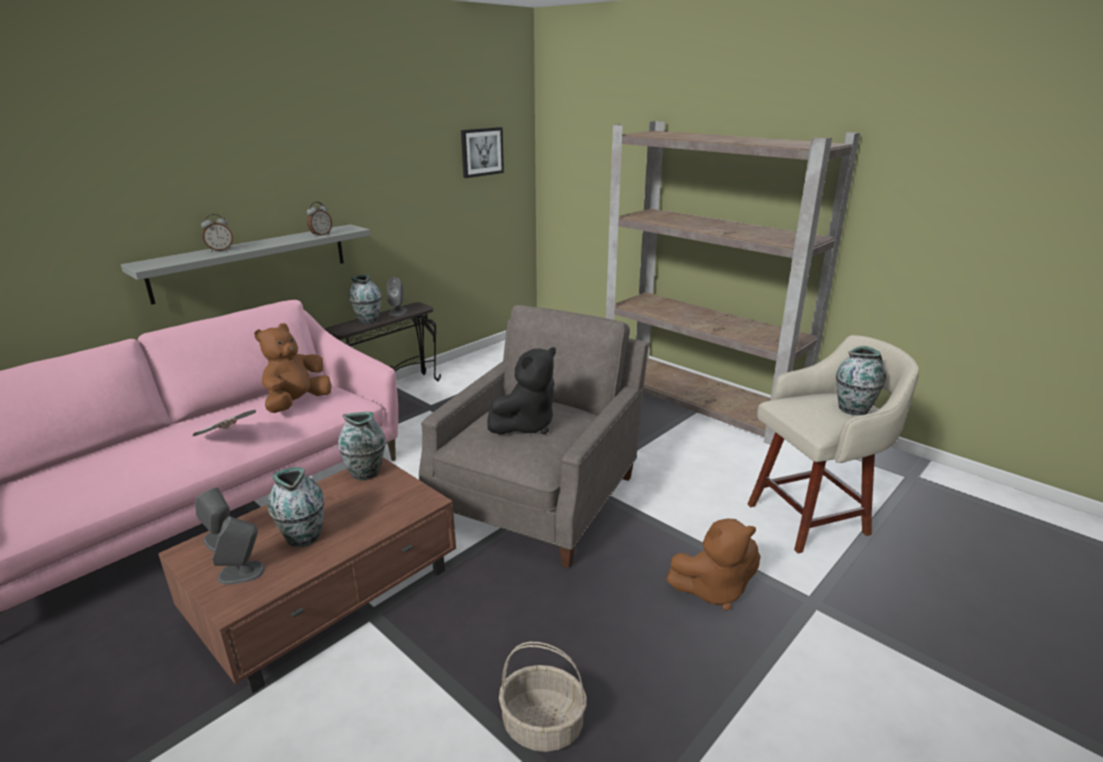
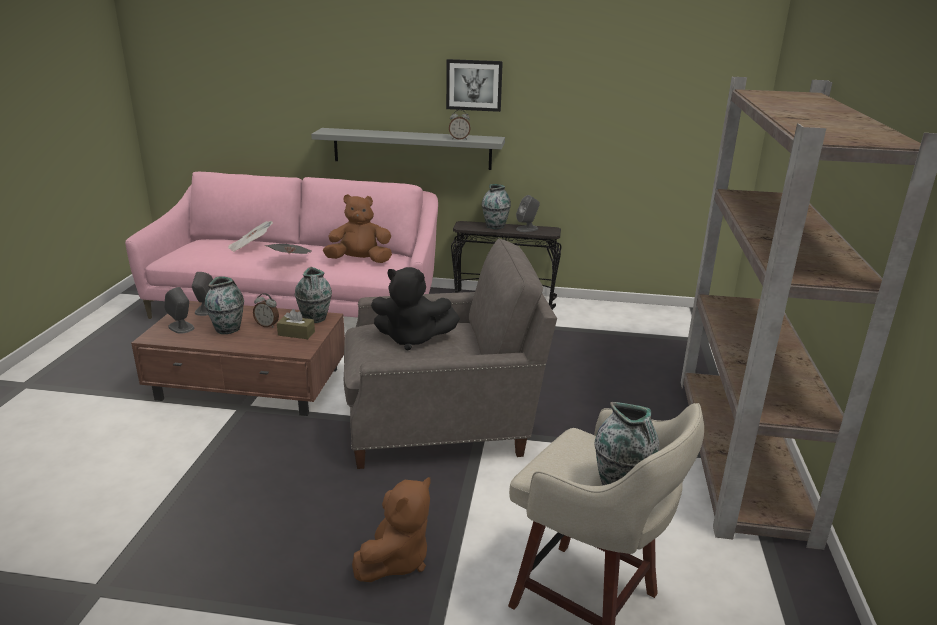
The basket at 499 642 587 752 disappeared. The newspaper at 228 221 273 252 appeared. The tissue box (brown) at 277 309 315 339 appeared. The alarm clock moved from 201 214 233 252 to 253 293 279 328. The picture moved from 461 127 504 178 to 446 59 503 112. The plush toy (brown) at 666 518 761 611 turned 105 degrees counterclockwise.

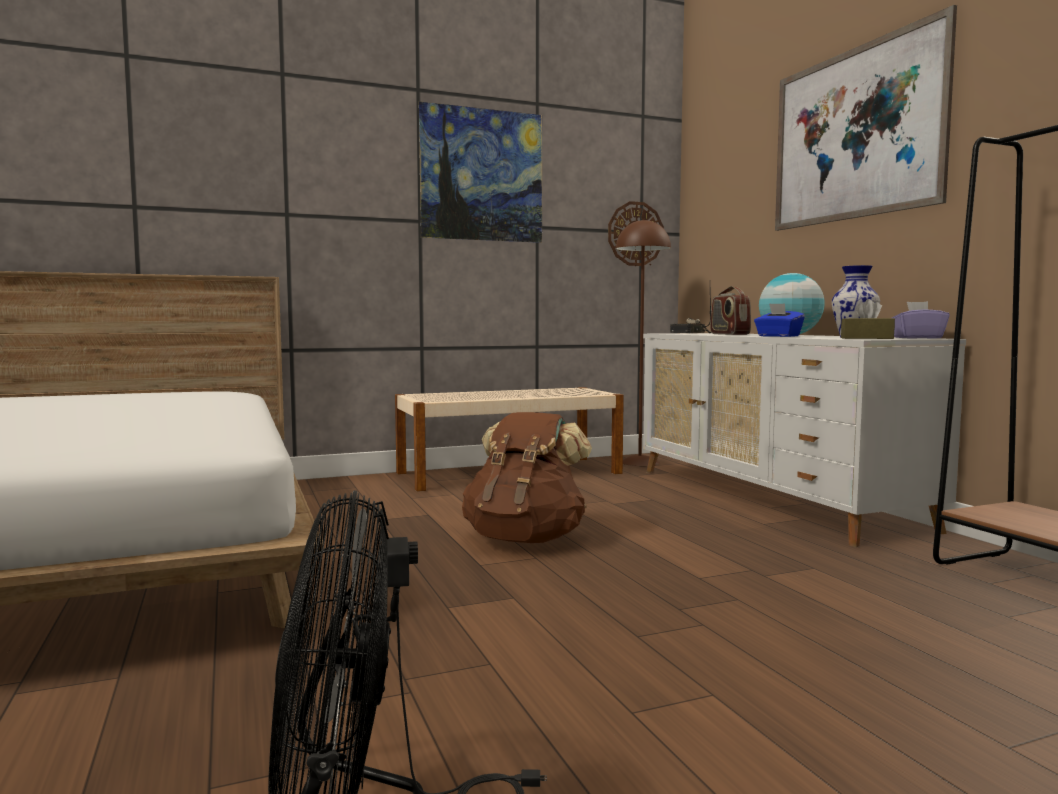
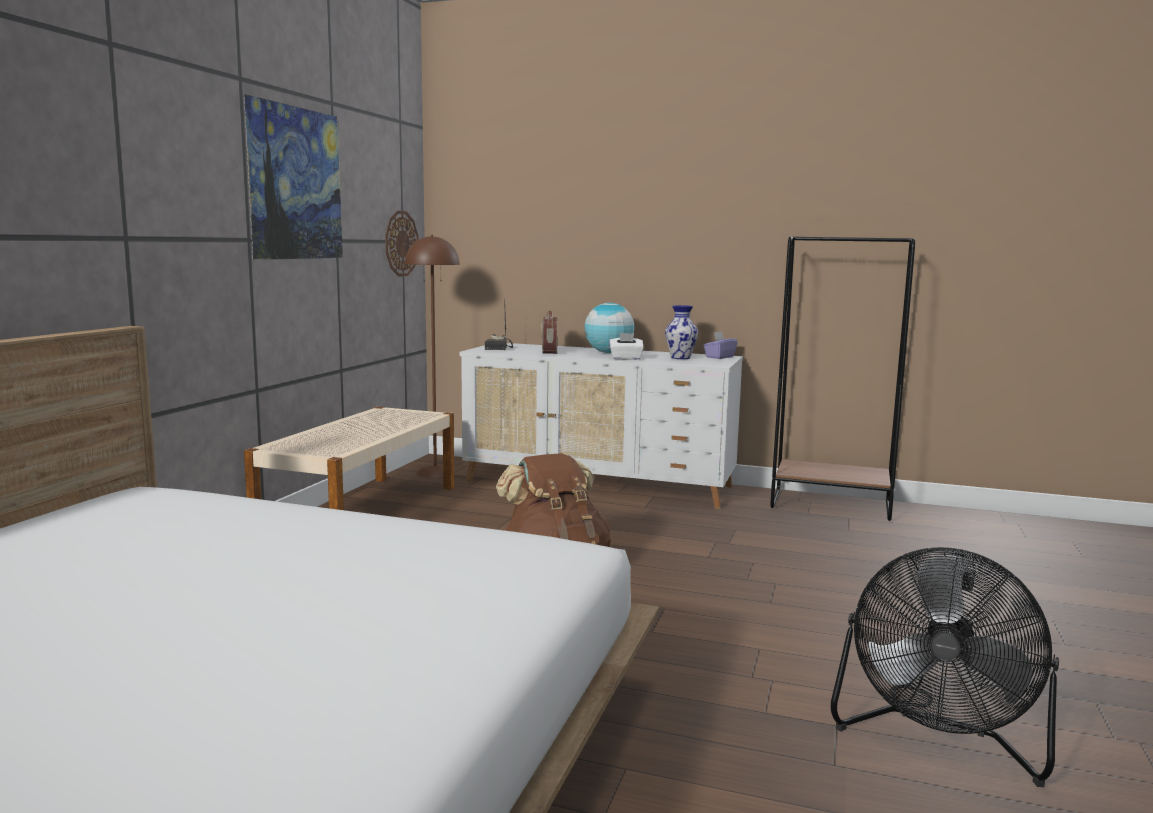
The picture at 775 5 957 231 disappeared. The tissue box (brown) at 841 299 895 339 disappeared. The tissue box (blue) at 754 303 805 337 became the tissue box (white) at 609 333 644 360. The radio at 710 286 751 335 turned 60 degrees clockwise.

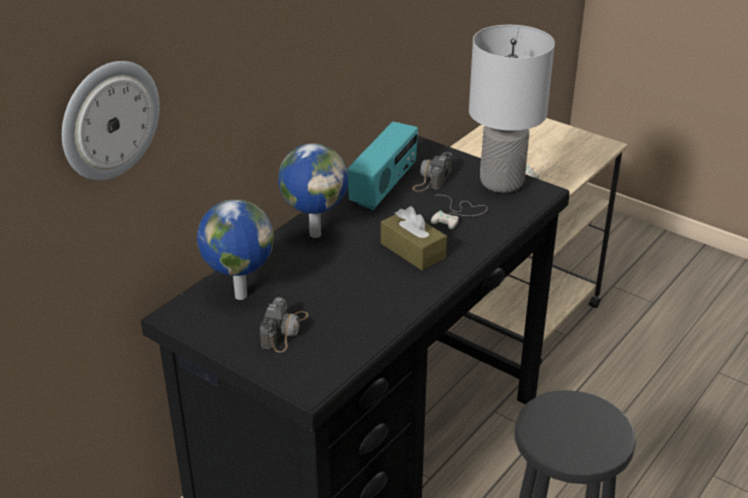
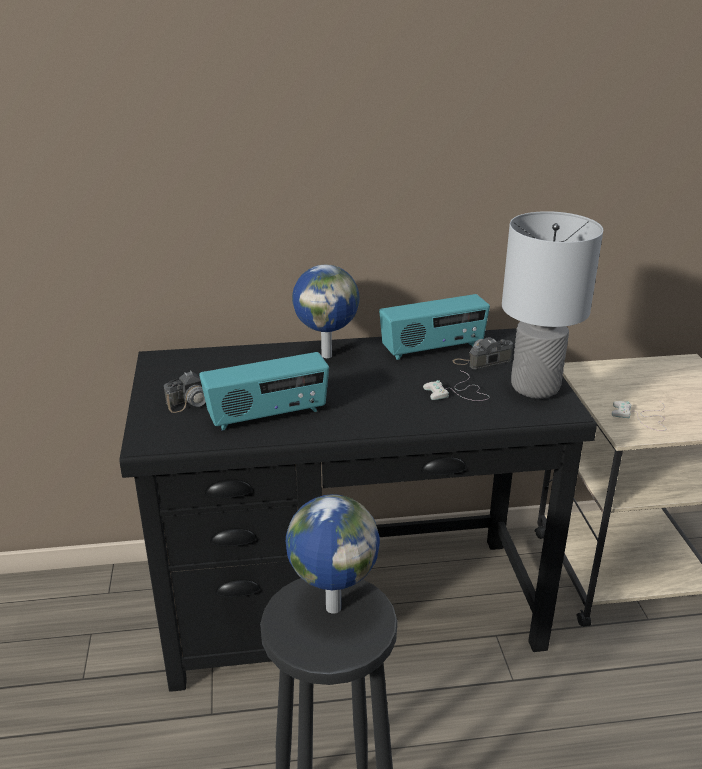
The wall clock at 62 61 160 180 disappeared. The tissue box (brown) at 381 206 447 270 disappeared. The radio at 199 352 329 431 appeared. The globe moved from 197 199 274 300 to 286 494 380 614.

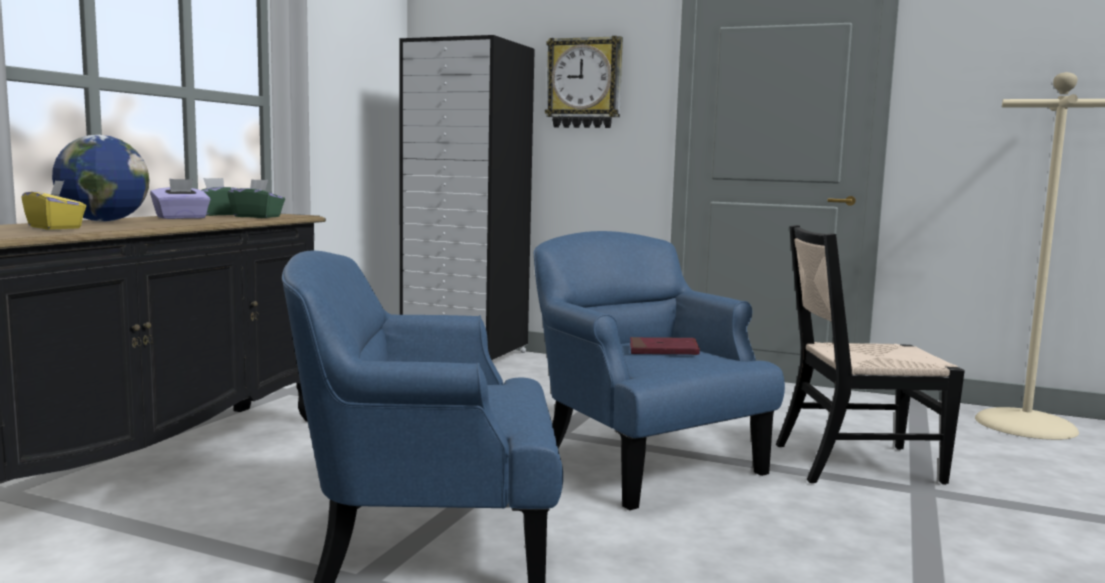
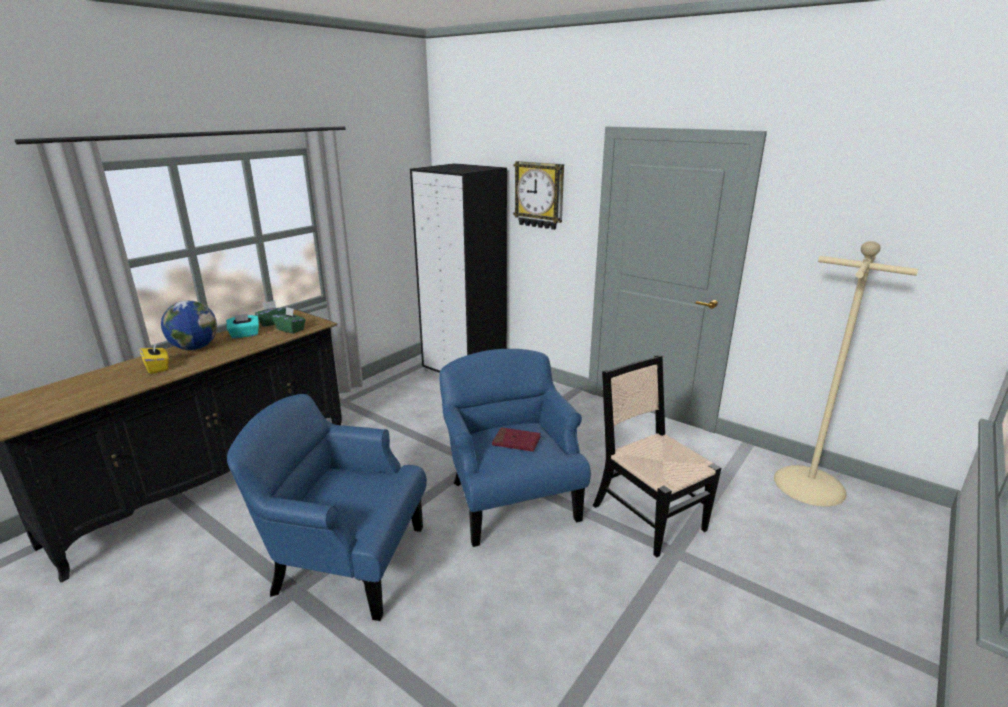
The tissue box (purple) at 150 179 211 219 became the tissue box (turquoise) at 226 314 259 339. The chair at 776 225 965 485 turned 45 degrees clockwise.

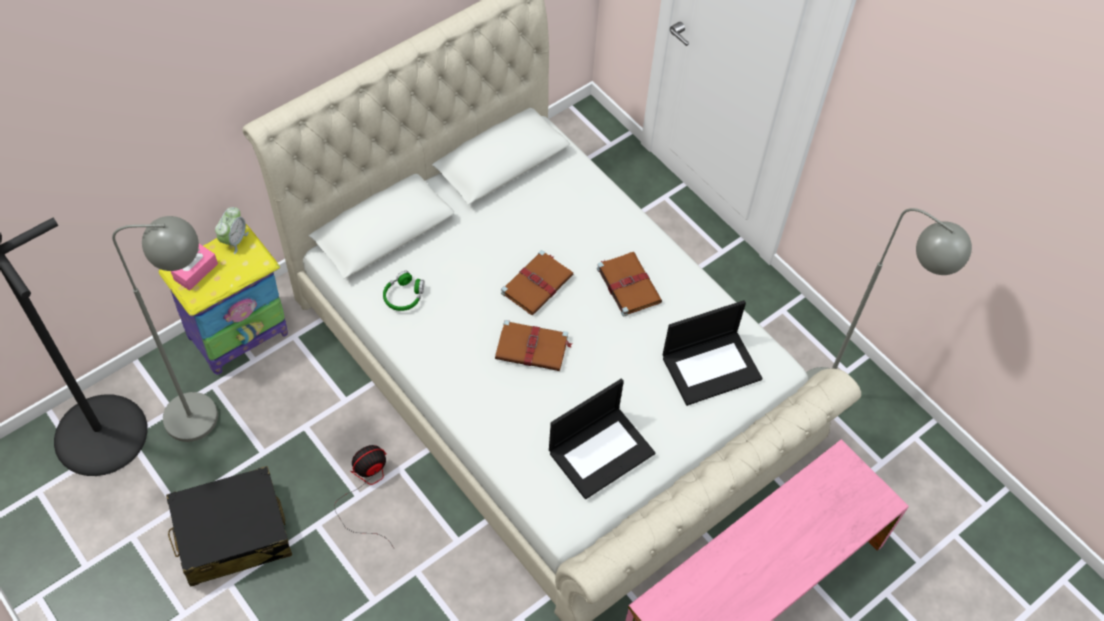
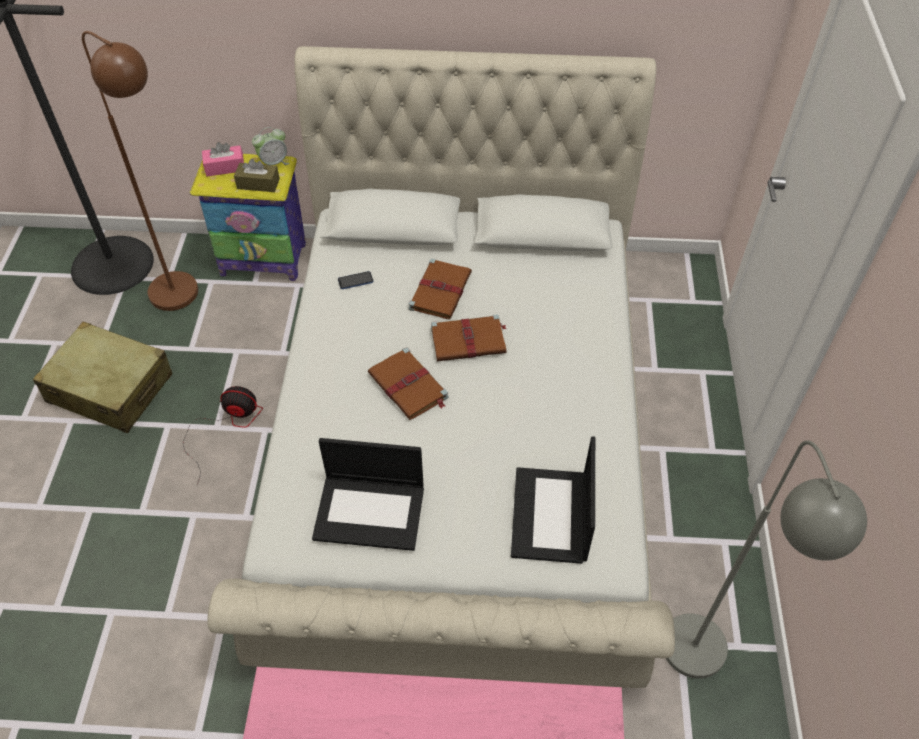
The tissue box (brown) at 234 159 280 192 appeared. The book (brown) moved from 597 252 662 317 to 409 259 472 319. The headphones (green) at 383 271 424 311 was replaced by the phone at 338 271 373 289. The floor lamp (grey) at 112 216 218 442 became the floor lamp (brown) at 82 31 198 311. The suitcase (black) at 166 466 292 587 became the suitcase (beige) at 33 321 172 433. The laptop at 663 300 763 406 turned 75 degrees clockwise.

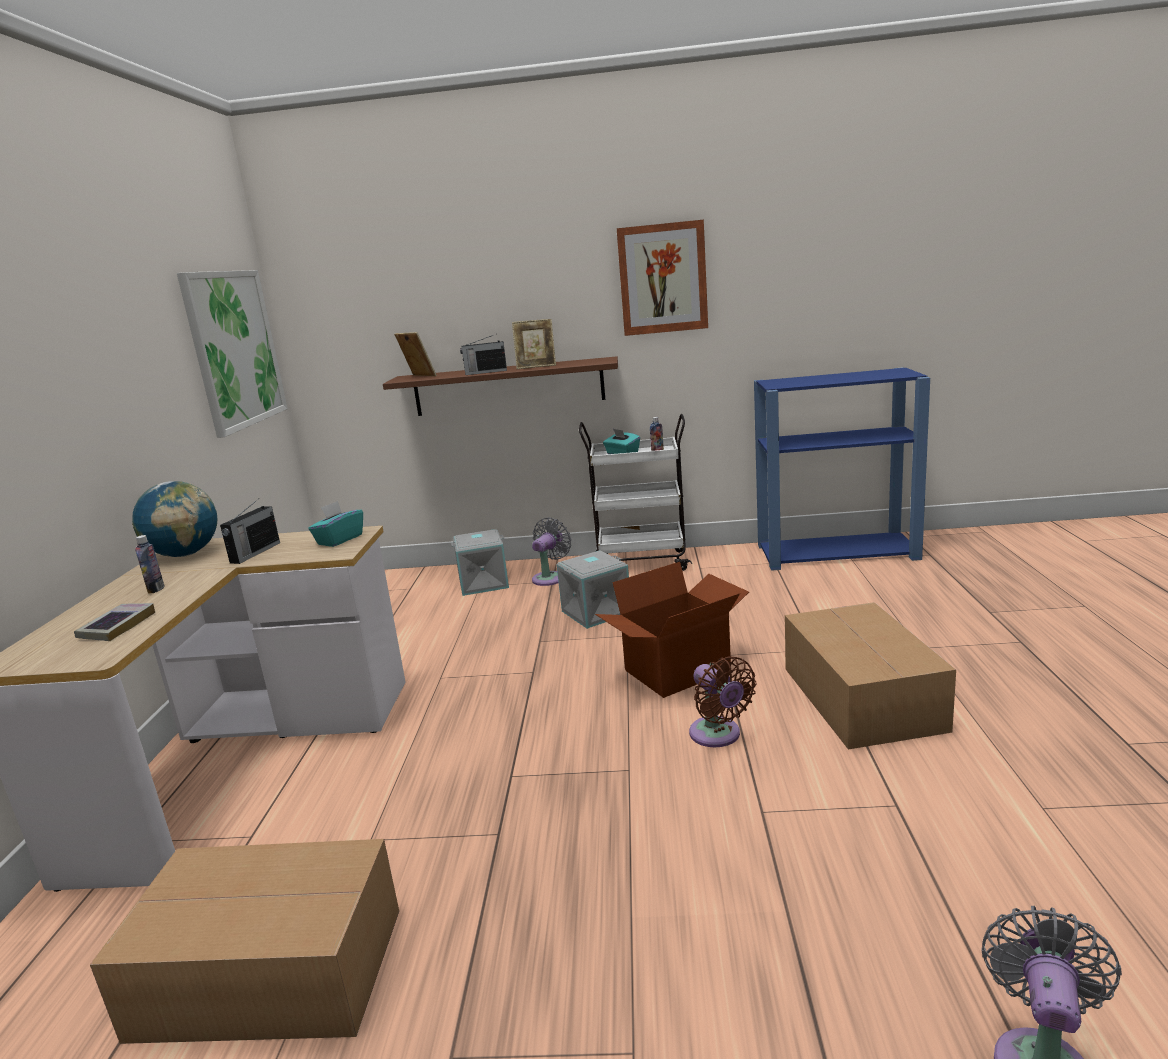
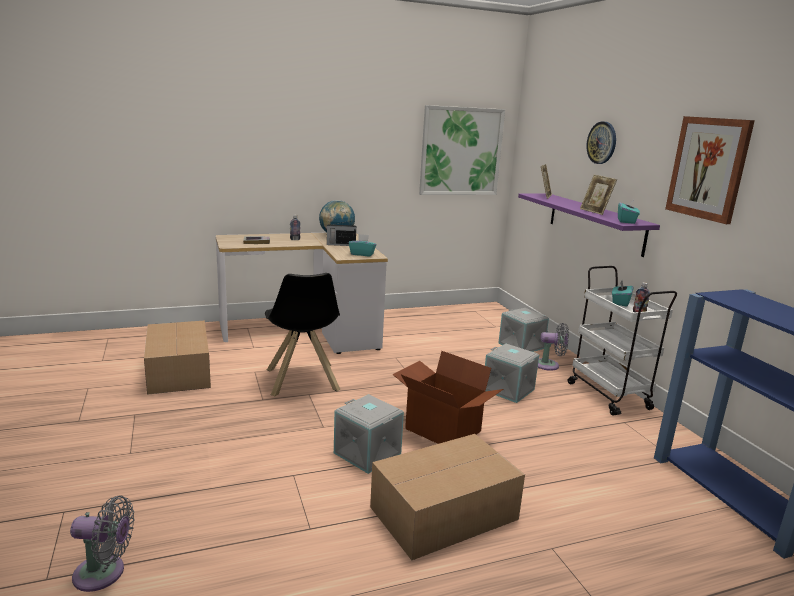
The radio at 460 335 507 375 disappeared. The chair (black) at 265 273 340 396 appeared. The wall clock at 586 121 616 164 appeared. The tissue box (turquoise) at 618 199 640 224 appeared. The fan (brown) at 689 656 757 747 was replaced by the storage box (grey) at 334 394 404 474. The shelf (brown) at 383 356 618 416 became the shelf (purple) at 518 193 660 257.

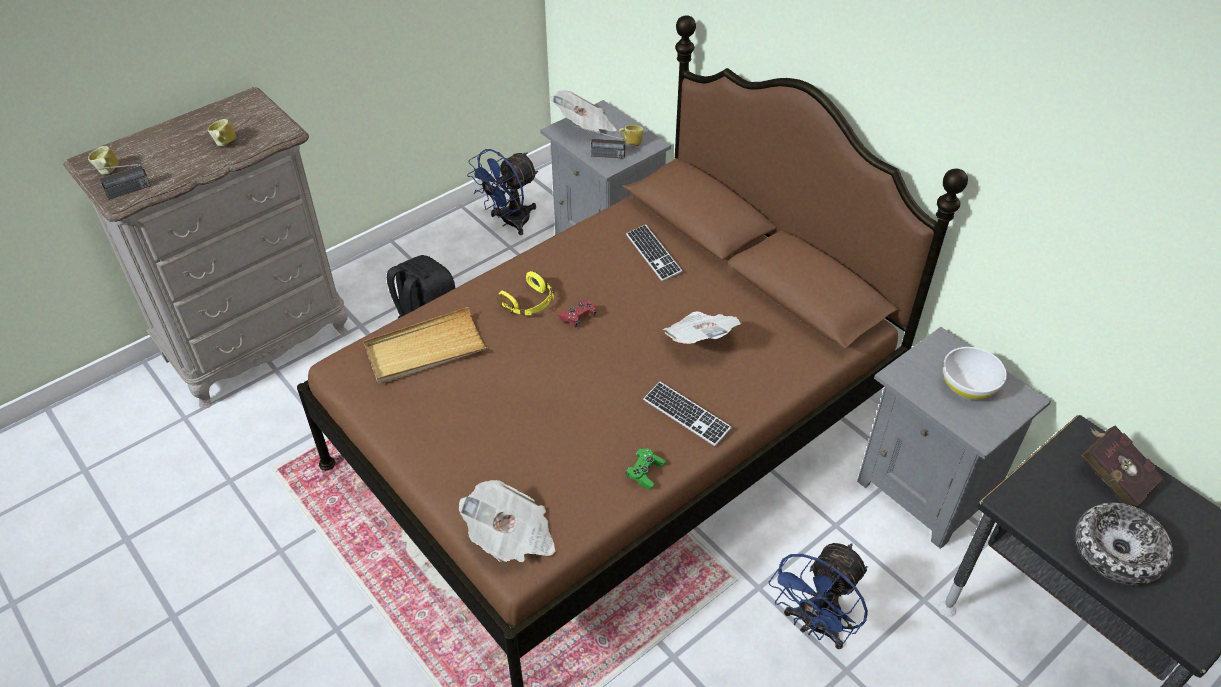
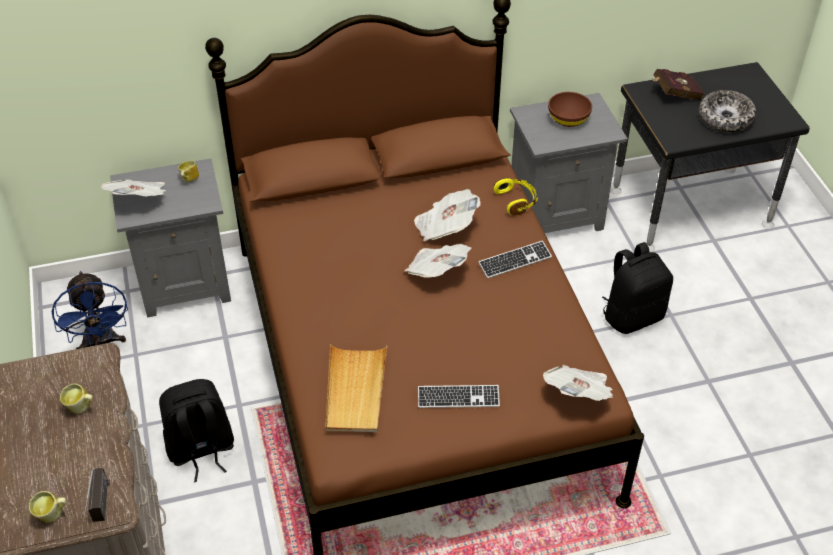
The game controller (red) at 558 299 596 327 disappeared. The radio at 576 126 625 158 disappeared. The game controller (green) at 626 448 666 490 disappeared. The newspaper at 405 244 472 278 appeared. The headphones (yellow) moved from 497 271 554 315 to 494 177 538 216. The keyboard moved from 626 224 683 281 to 418 385 500 408. The fan (blue) at 769 543 868 649 was replaced by the backpack (black) at 602 242 673 334. The bowl (white) at 943 347 1007 399 became the bowl (brown) at 548 92 592 127.

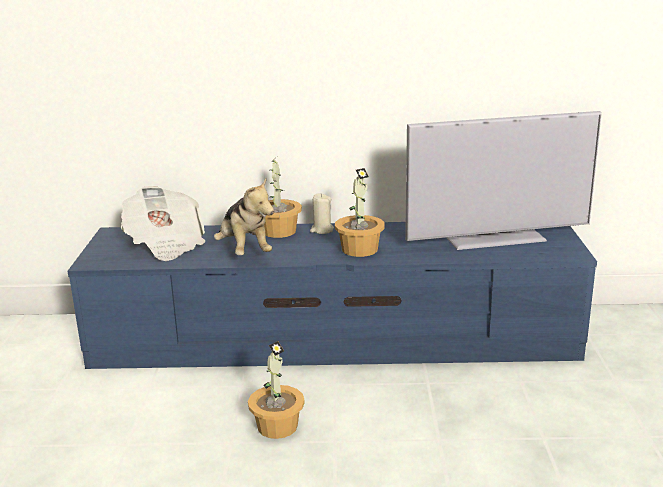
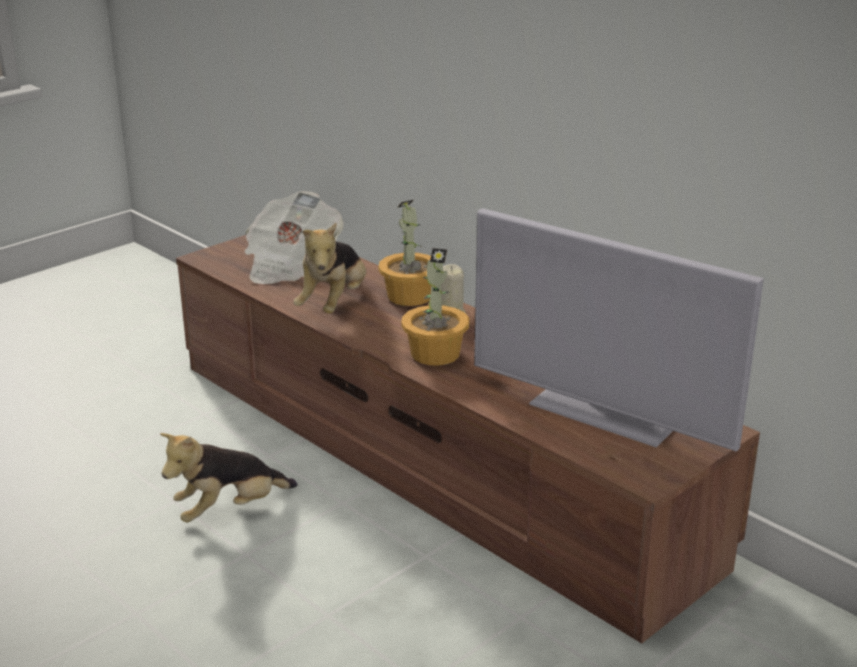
The potted plant at 248 341 305 439 was replaced by the plush toy at 160 433 298 522. The tv stand (blue) at 68 222 597 369 became the tv stand (brown) at 176 235 760 644.

